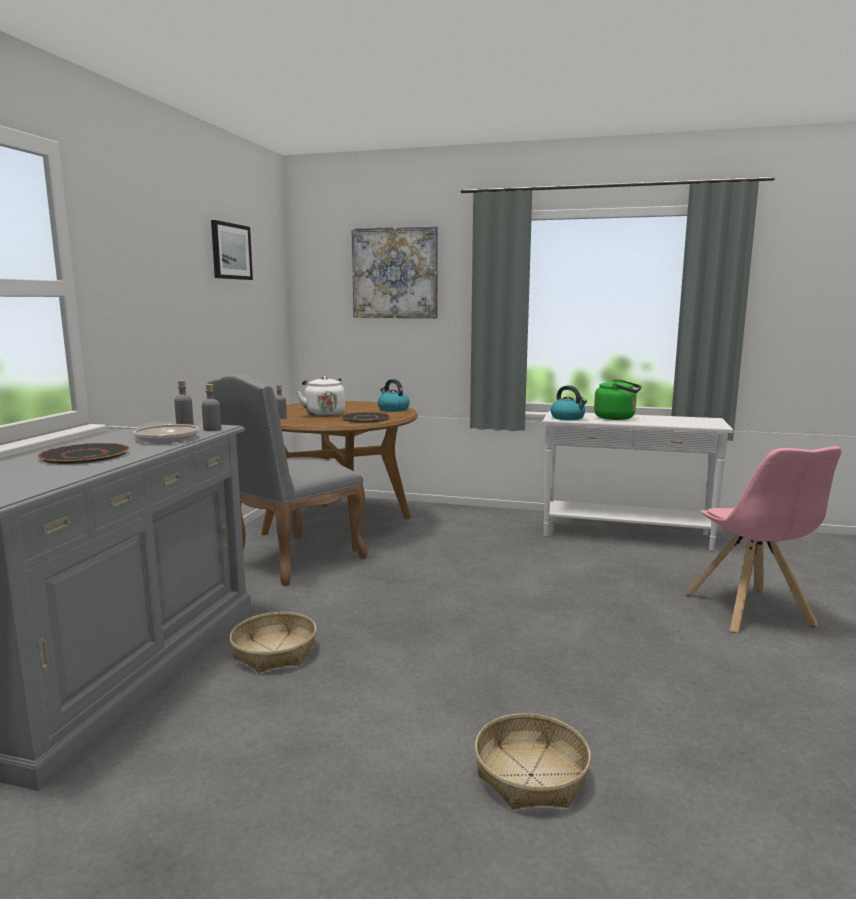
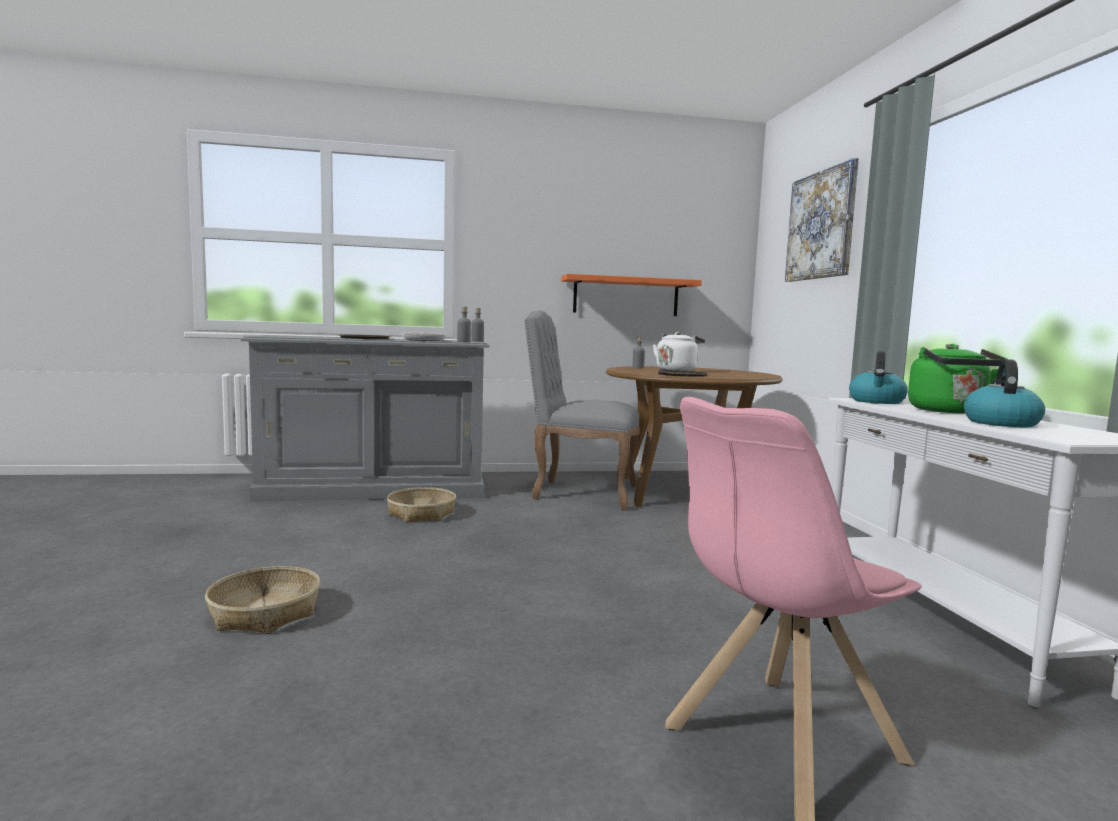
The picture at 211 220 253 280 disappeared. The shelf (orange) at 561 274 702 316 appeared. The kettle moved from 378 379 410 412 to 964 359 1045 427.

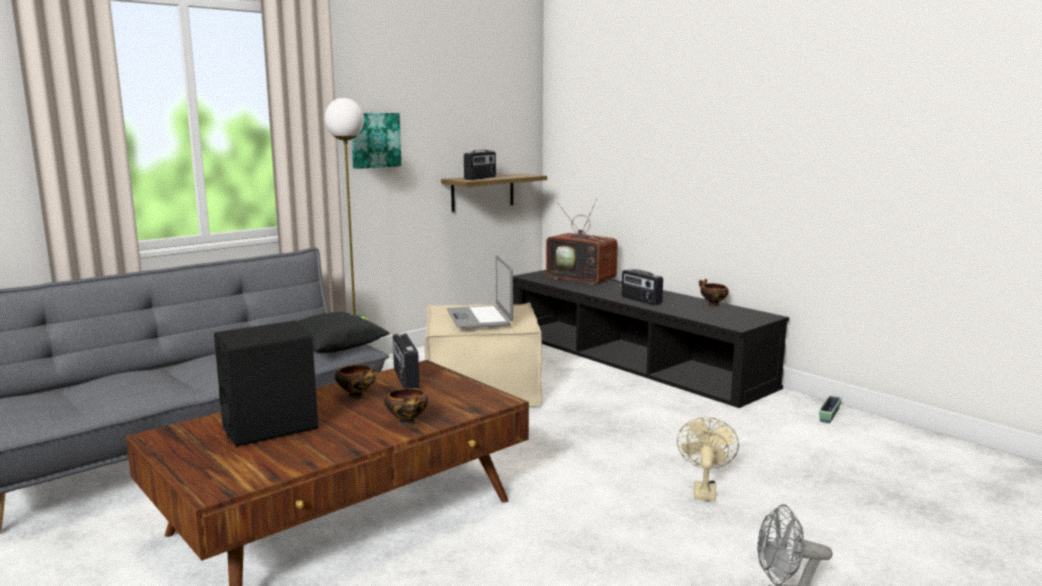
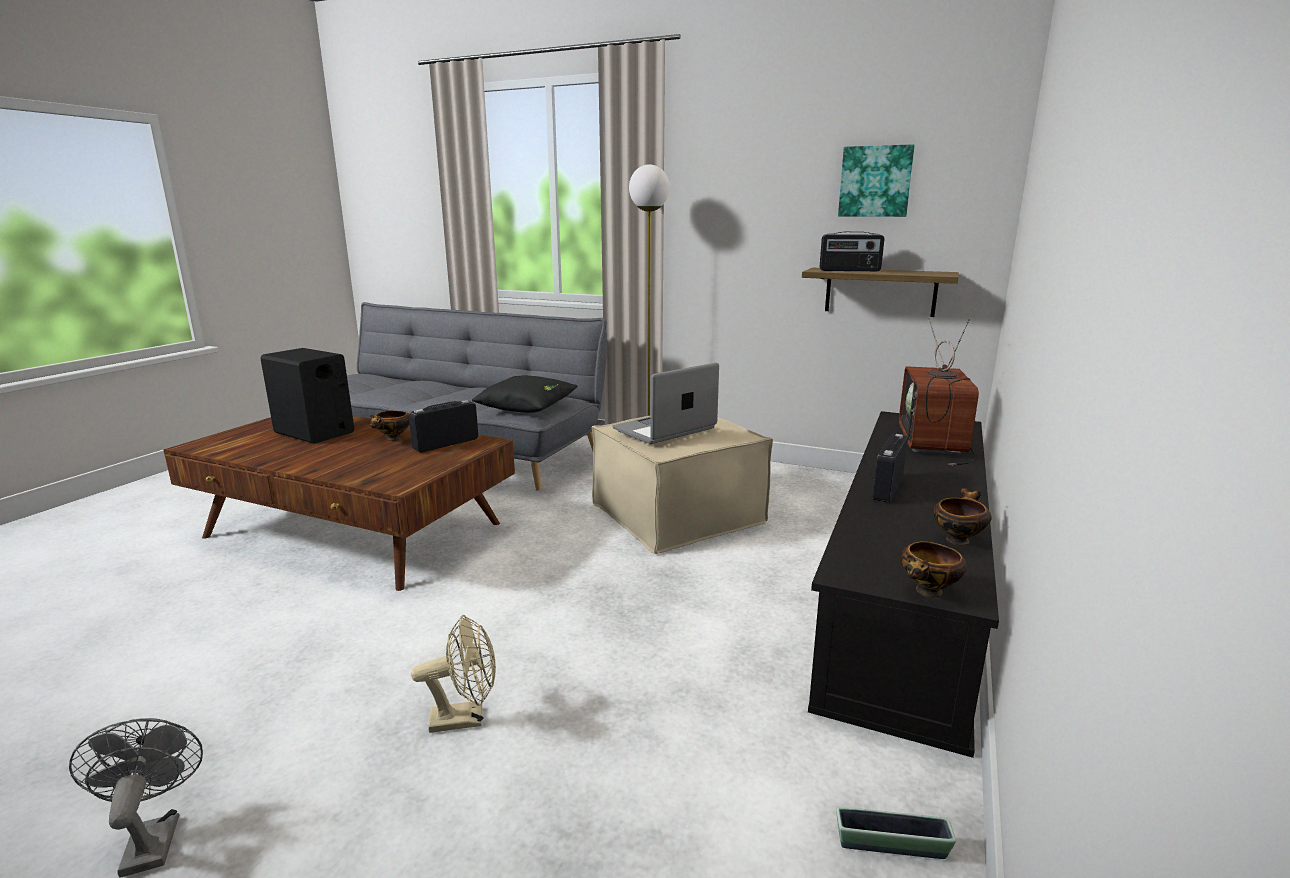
The picture moved from 352 113 401 169 to 838 144 915 217. The bowl moved from 384 388 428 426 to 900 541 966 598.

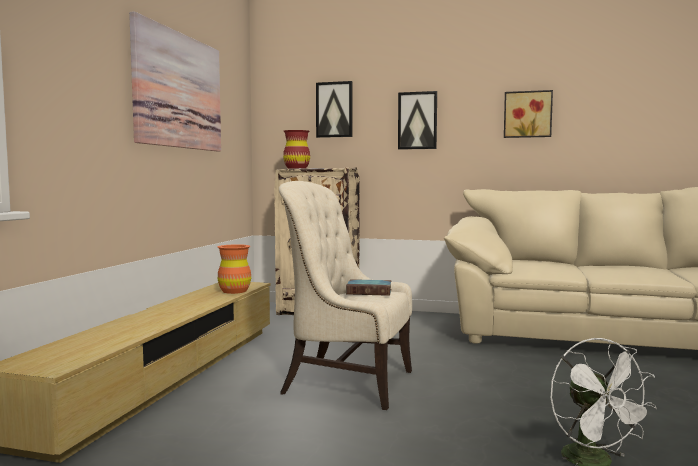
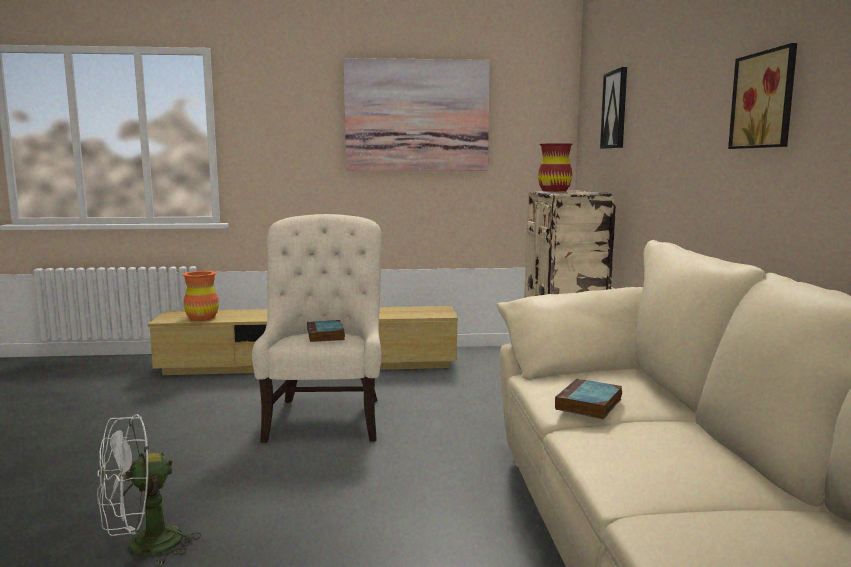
The picture at 398 91 437 150 disappeared. The book at 555 378 622 419 appeared. The vase (orange) moved from 217 244 251 294 to 182 271 219 321.

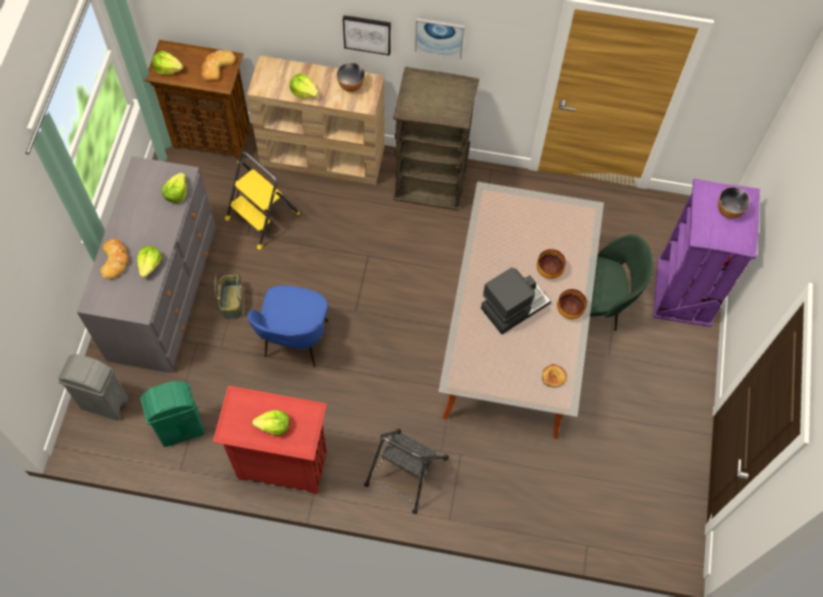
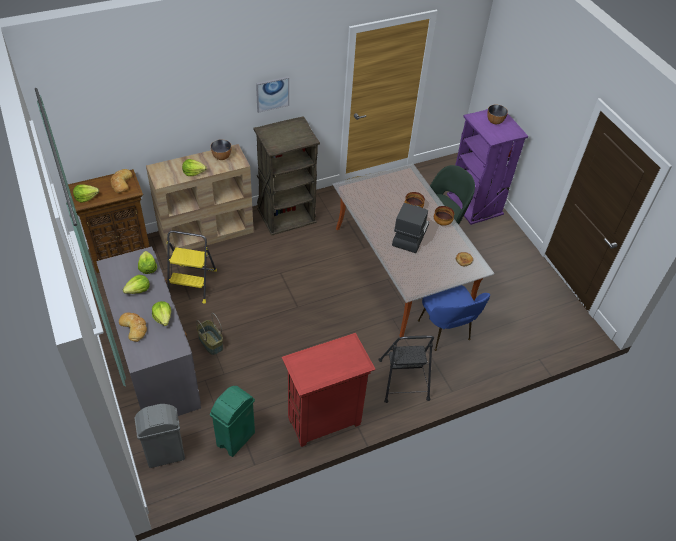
The picture at 343 15 391 55 disappeared. The chair (blue) moved from 247 285 328 367 to 418 285 490 351. The lettuce moved from 252 410 290 435 to 123 275 150 294.

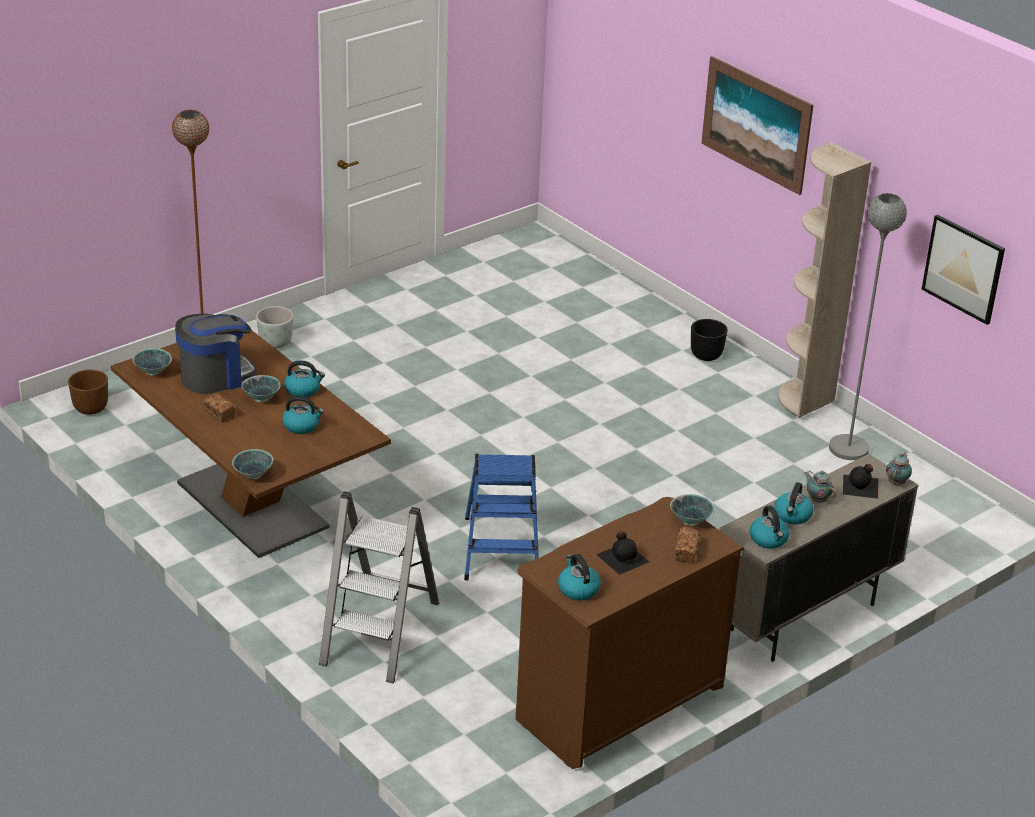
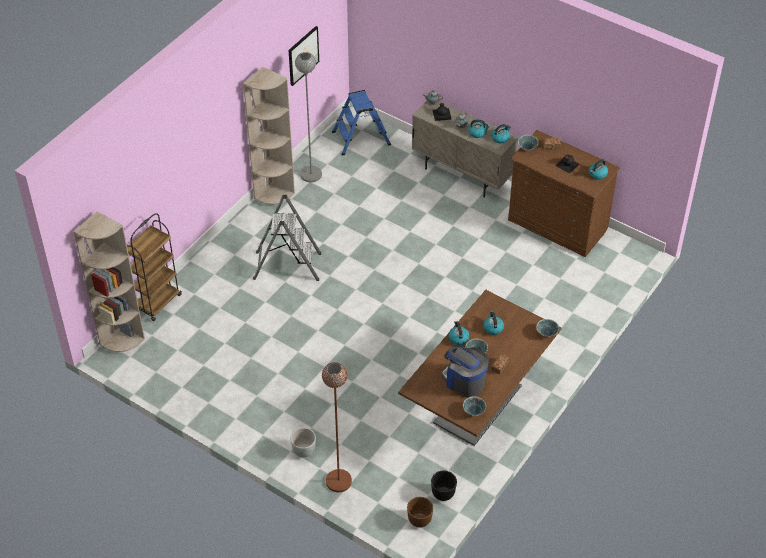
The picture at 701 56 813 195 disappeared. The bookcase (beige) at 74 211 145 352 appeared. The cart (brown) at 127 213 182 321 appeared. The step ladder (grey) moved from 319 491 440 684 to 253 195 321 281. The step ladder (blue) moved from 464 454 539 581 to 332 90 391 156. The planter (black) moved from 691 319 728 361 to 431 471 457 501.

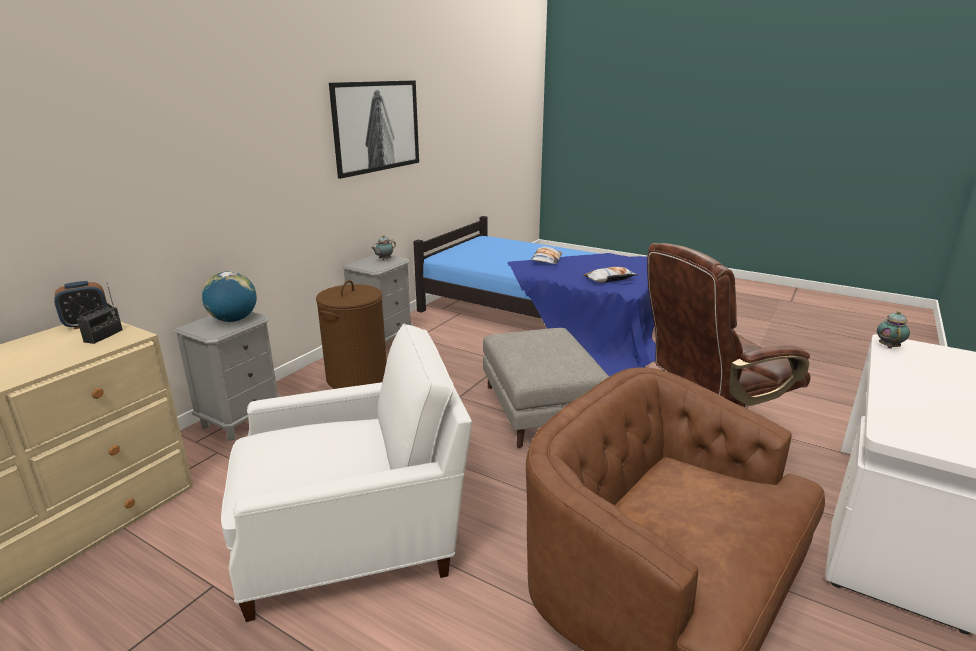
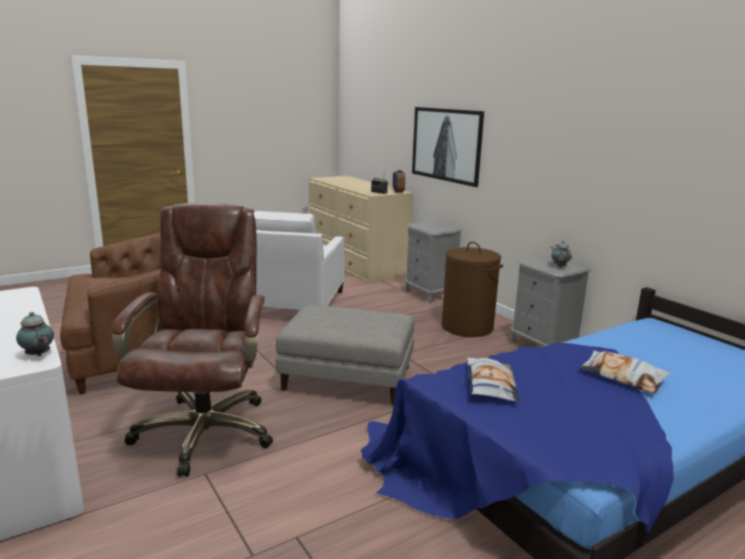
The globe at 202 271 257 322 disappeared. The picture moved from 329 80 419 179 to 412 107 484 187.

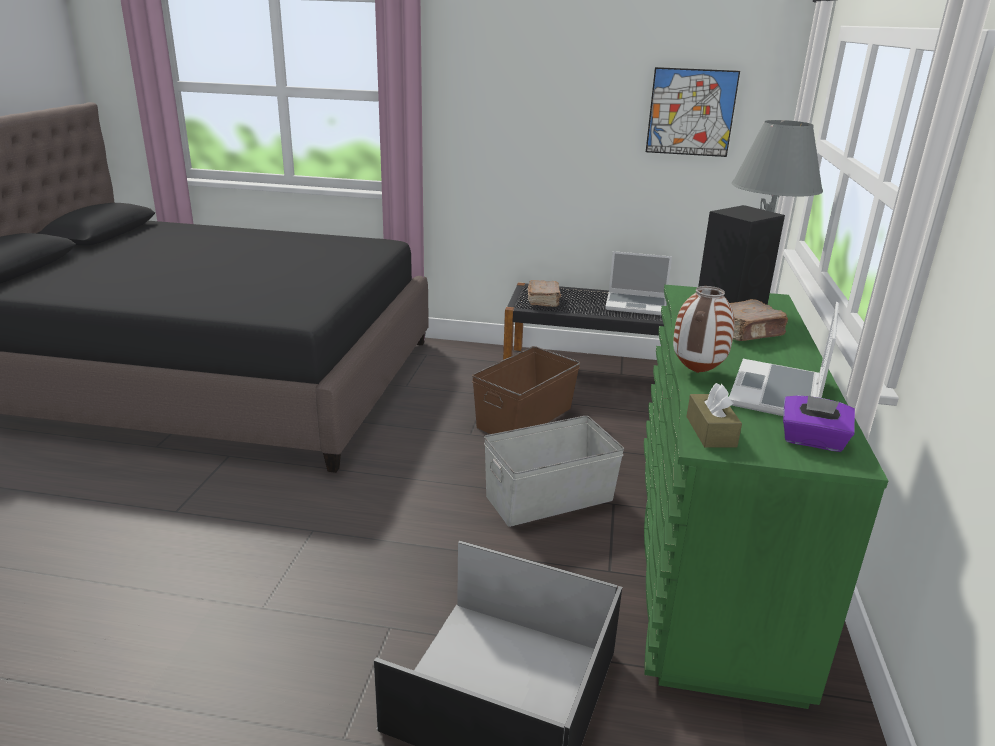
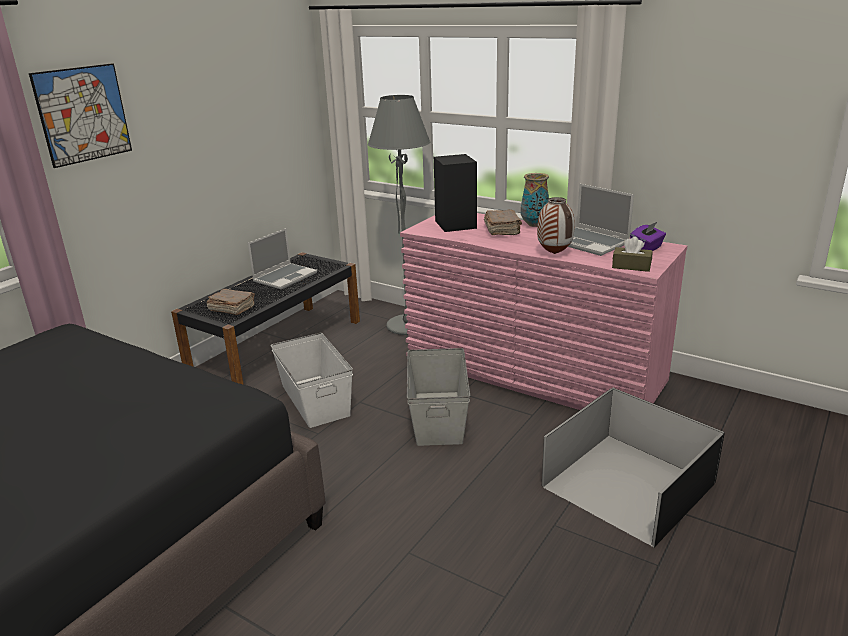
The vase at 521 173 549 227 appeared. The picture moved from 646 67 740 157 to 29 63 132 168. The storage box (brown) at 472 346 580 434 became the storage box (white) at 271 333 353 428. The dresser (green) at 644 285 888 709 became the dresser (pink) at 400 213 687 410.

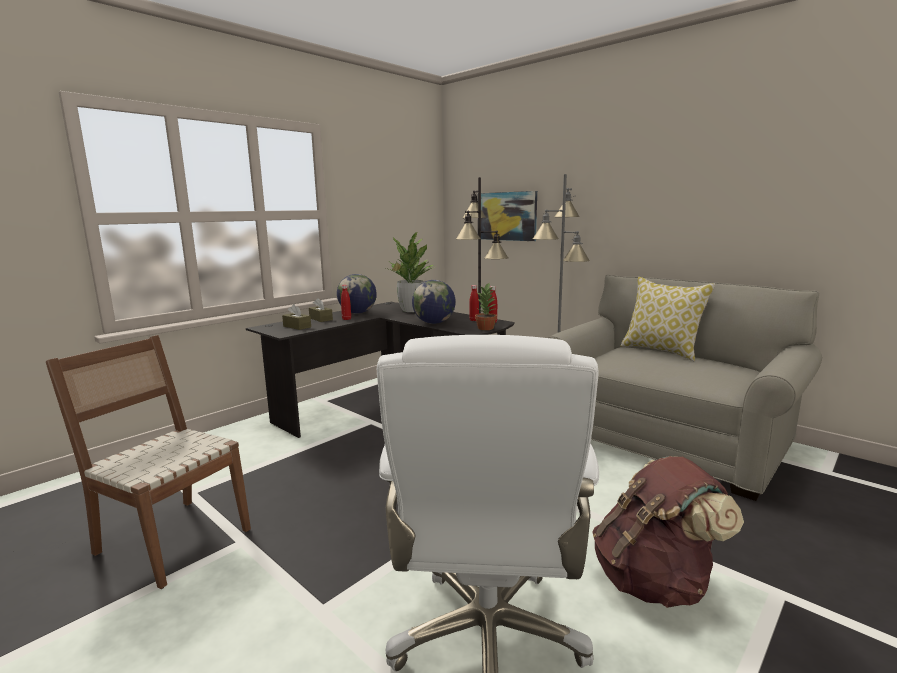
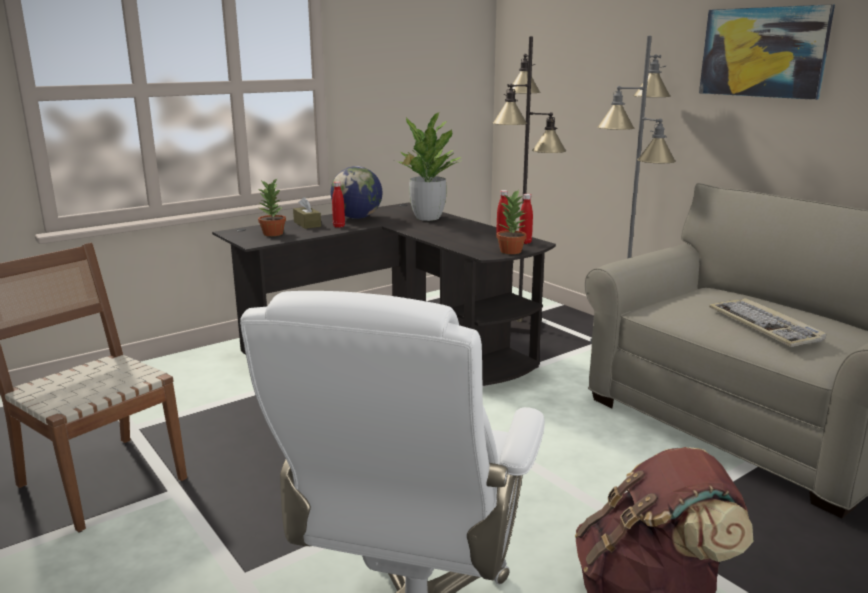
The globe at 412 280 456 324 disappeared. The pillow at 621 277 715 361 disappeared. The keyboard at 709 298 826 347 appeared. The picture moved from 481 191 537 241 to 699 4 835 100. The tissue box (brown) at 282 304 311 330 was replaced by the potted plant at 257 178 286 236.

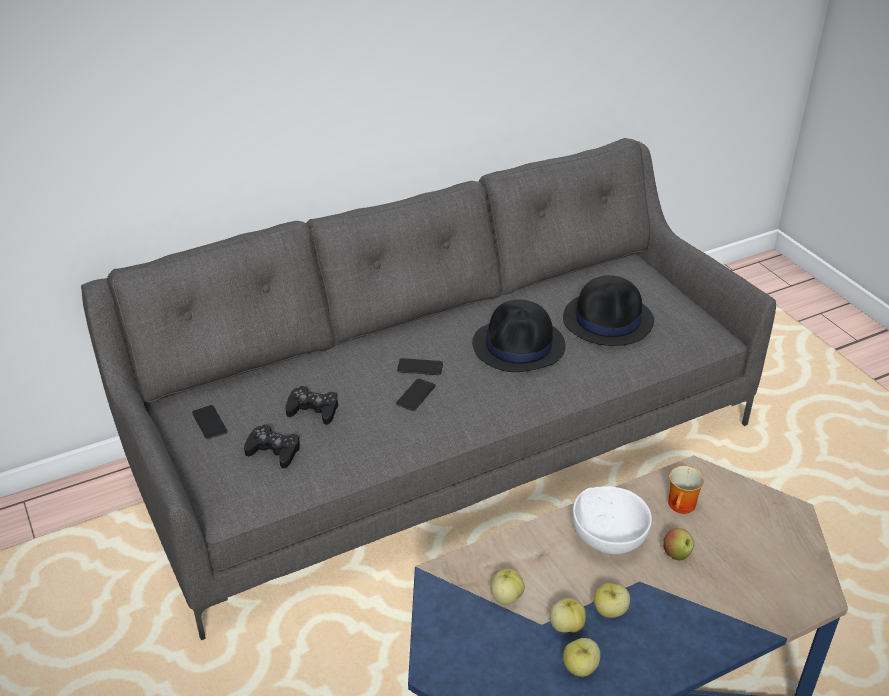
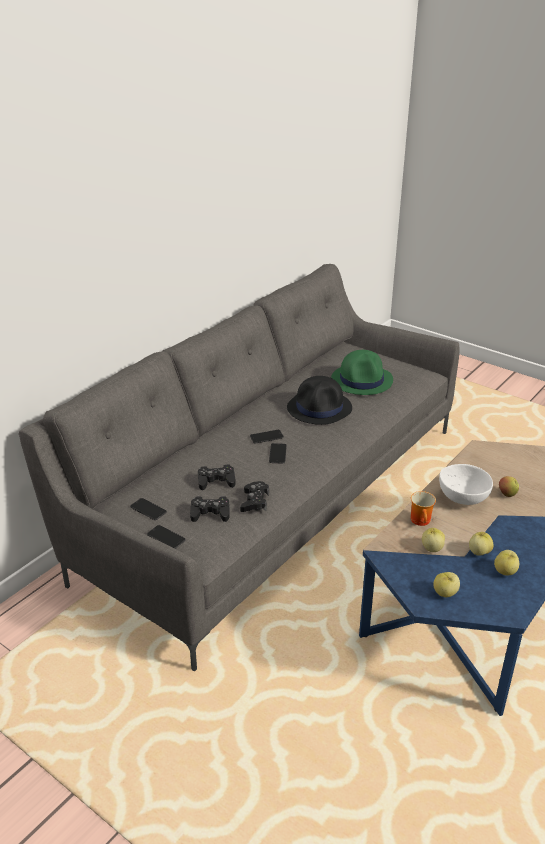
The phone at 147 525 186 549 appeared. The game controller (black) at 240 481 269 512 appeared. The apple moved from 593 583 630 618 to 434 572 460 597. The mug moved from 668 466 705 514 to 411 491 436 526. The hat (black) at 563 275 654 346 became the hat (green) at 331 350 393 395.

